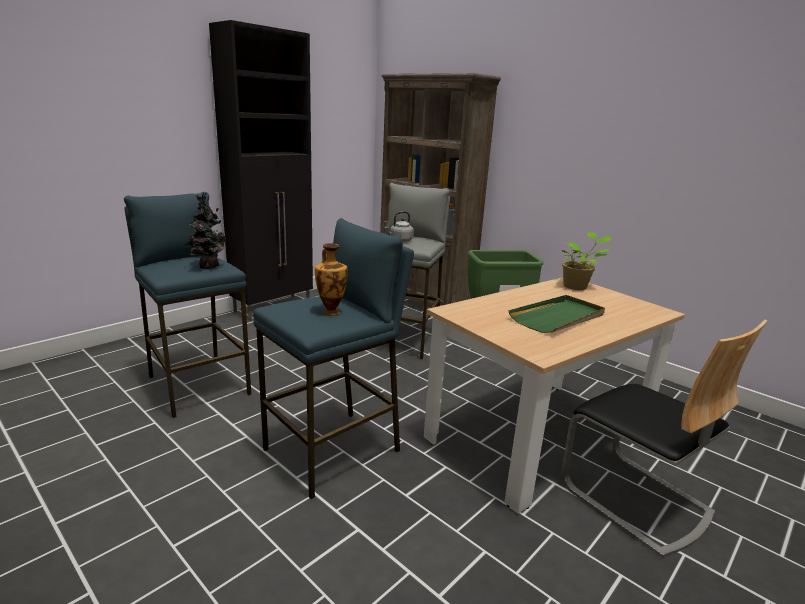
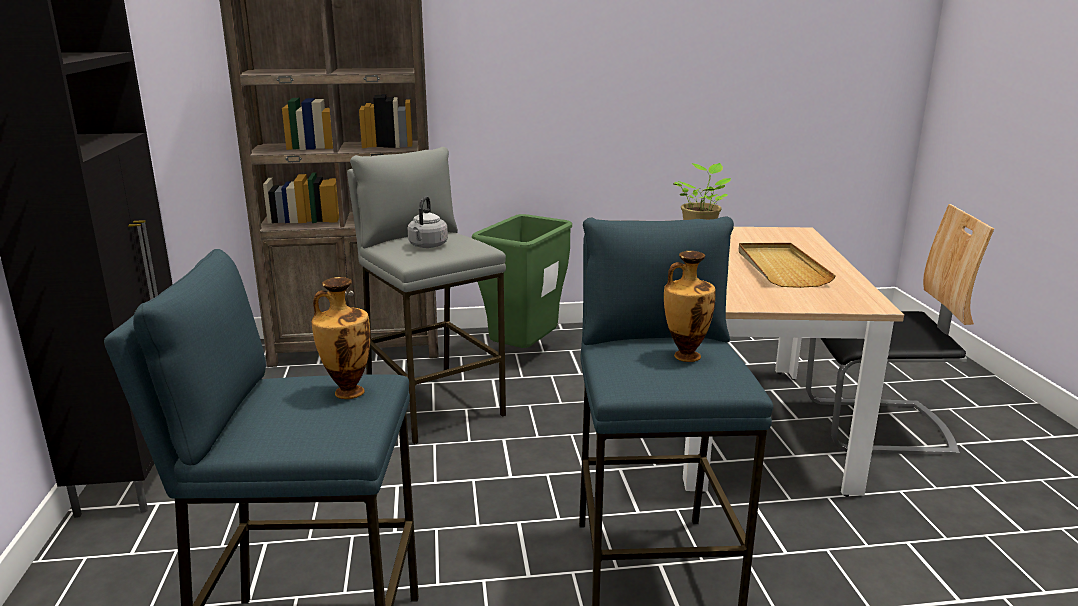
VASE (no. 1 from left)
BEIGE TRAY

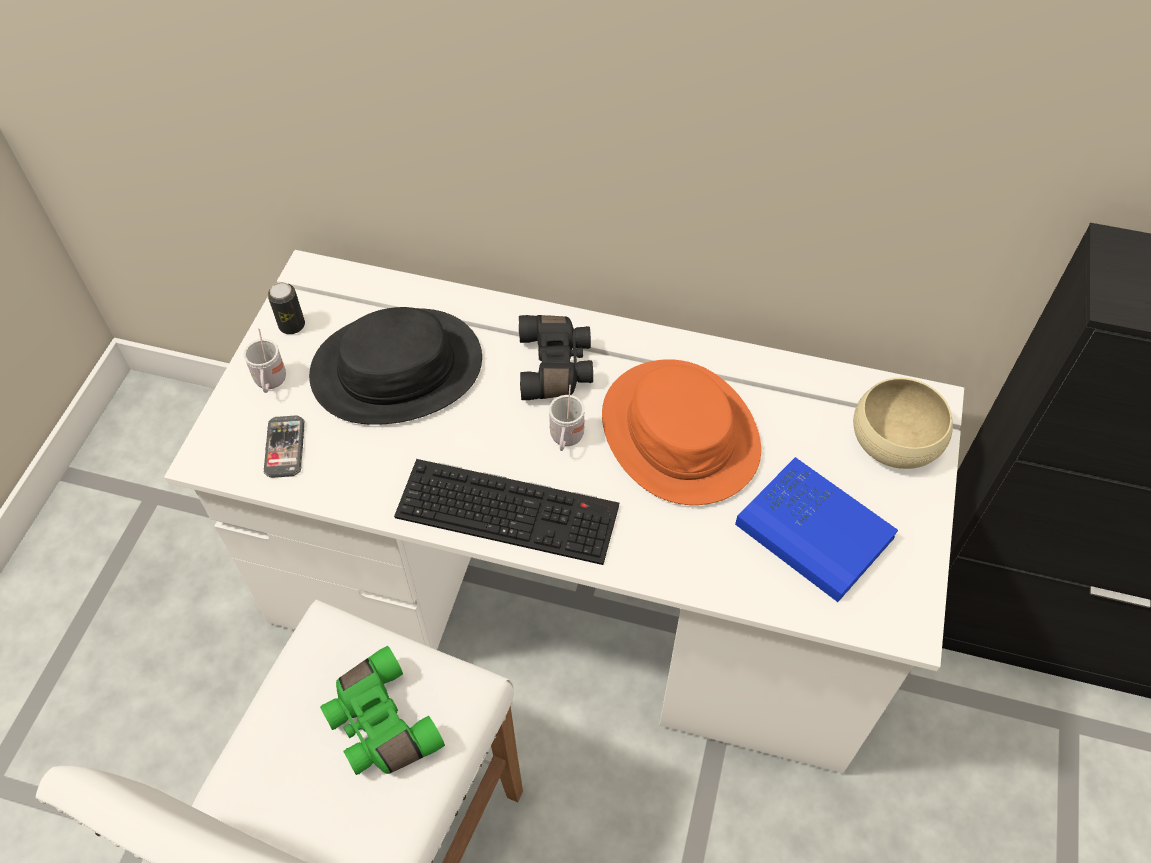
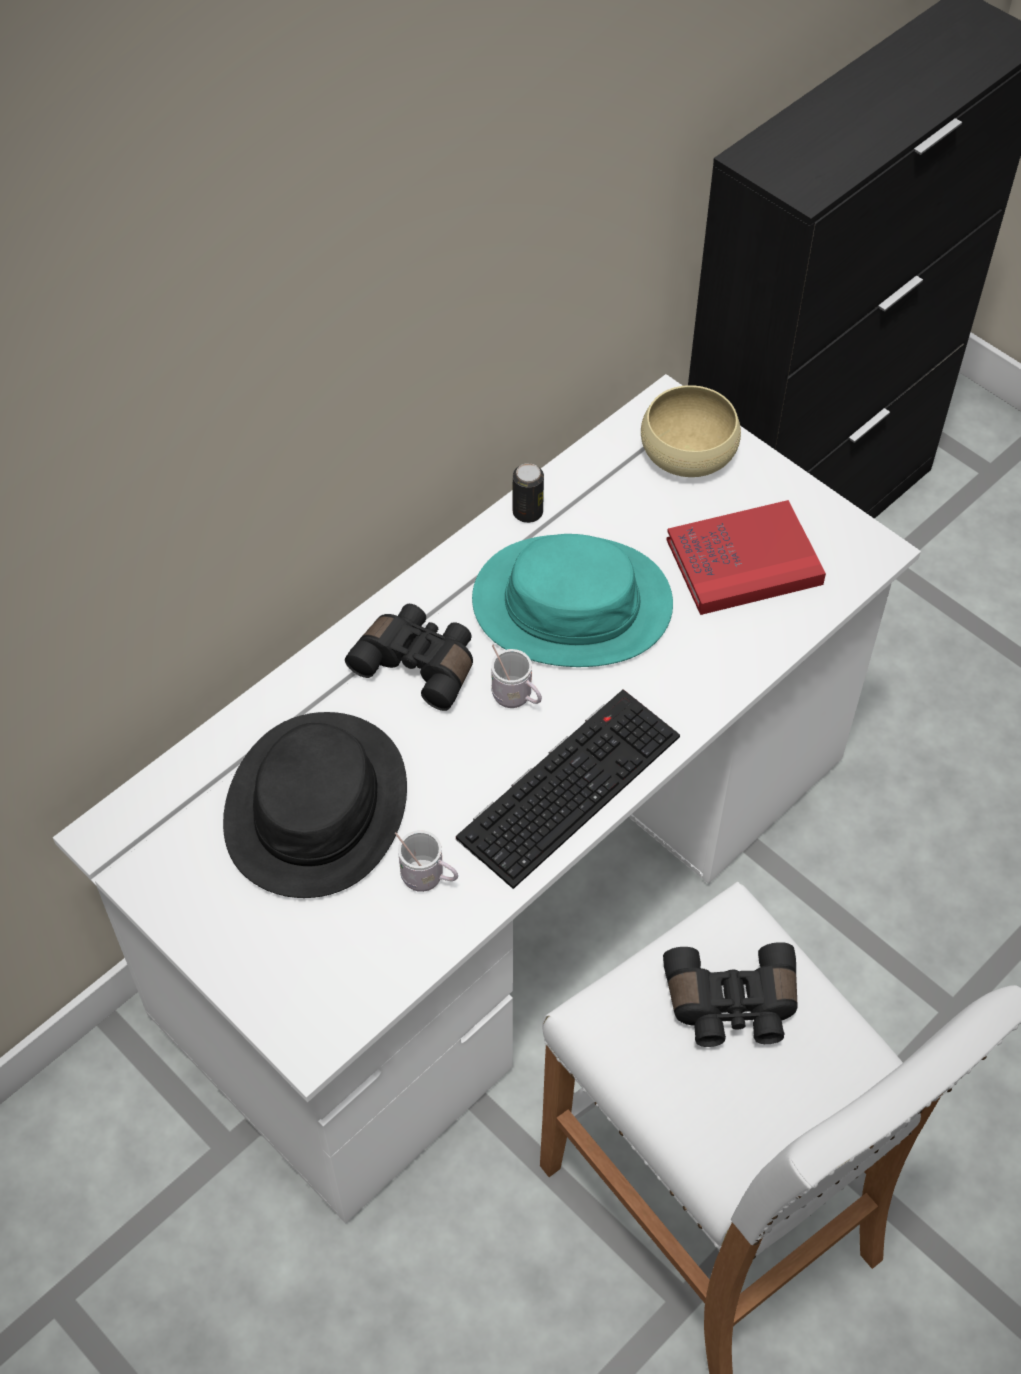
PHONE
WHITE MUG (no. 1 from left)
CAN
BLACK BINOCULARS (no. 2 from left)
TURQUOISE HAT
RED BOOK

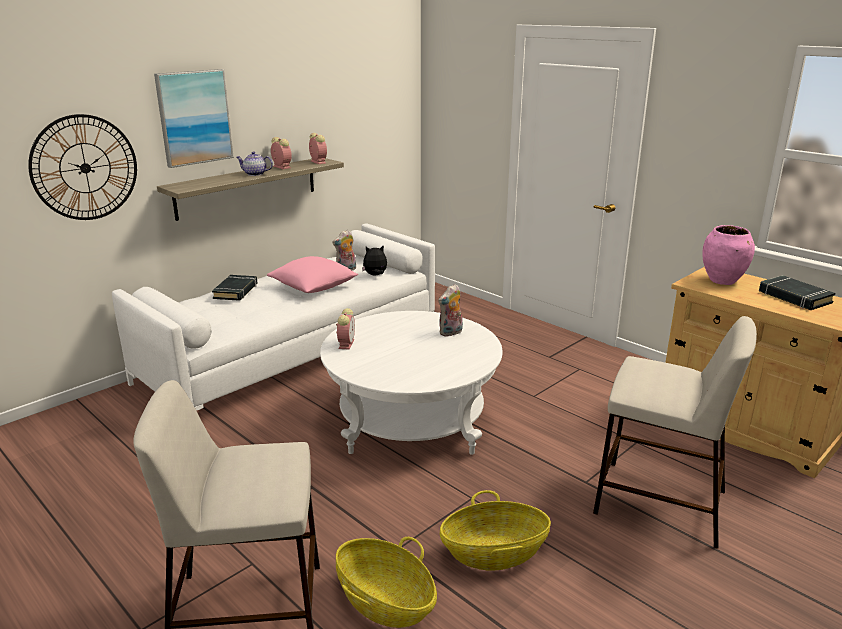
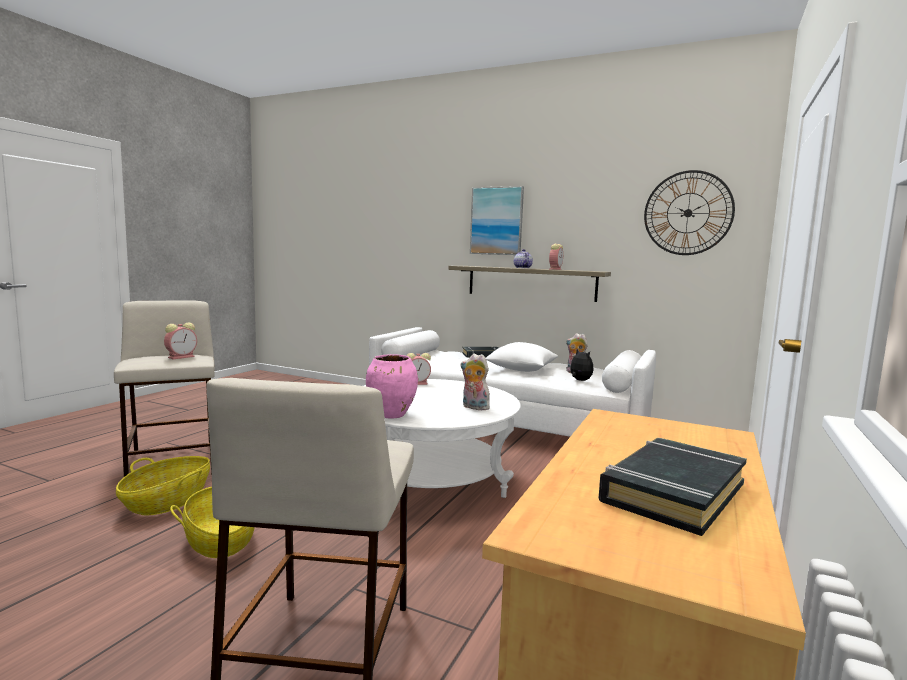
WALL CLOCK
ALARM CLOCK (no. 1 from left)
PINK VASE
WHITE PILLOW

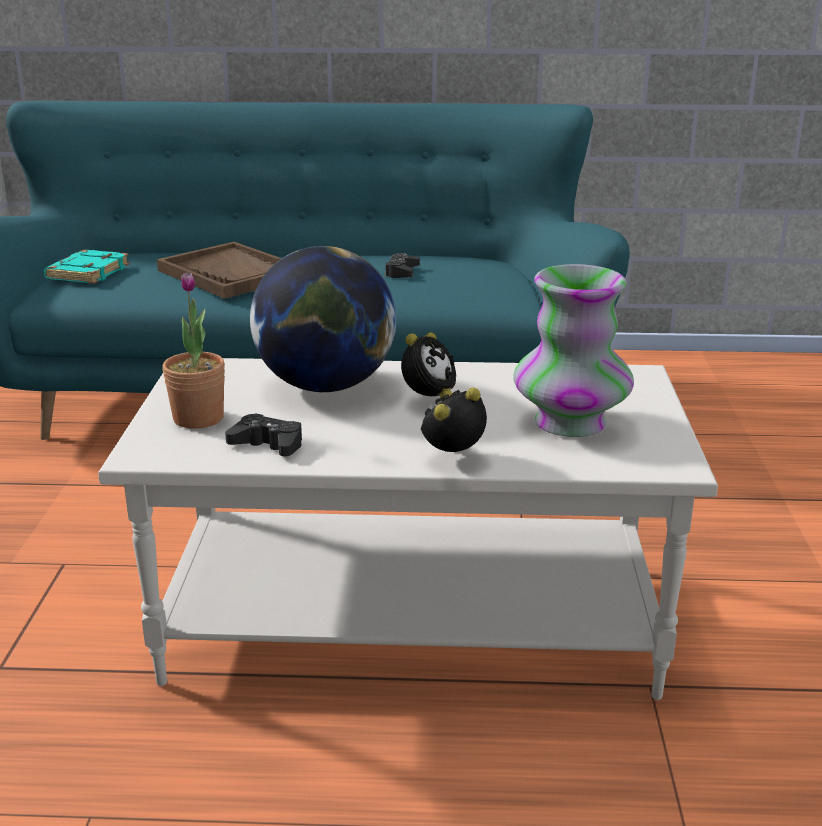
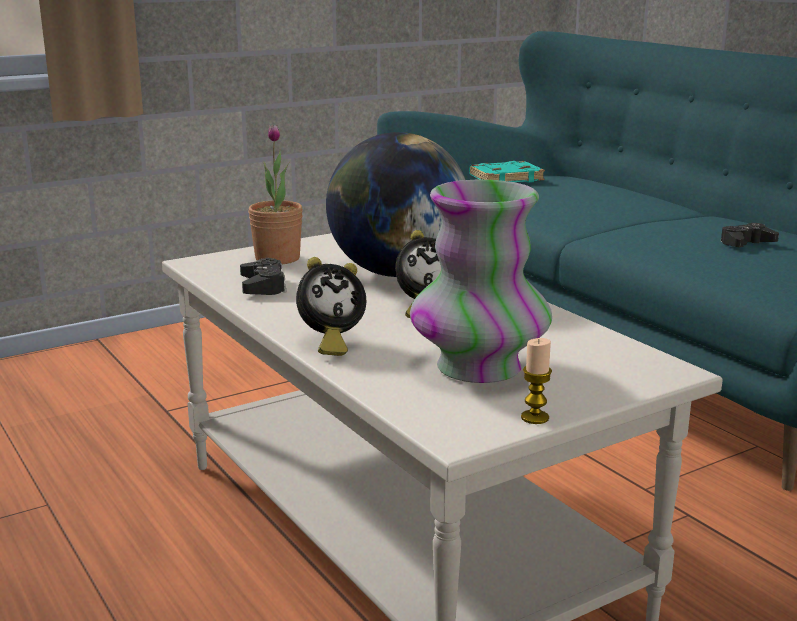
BROWN TRAY
CANDLE
ALARM CLOCK (no. 1 from left)

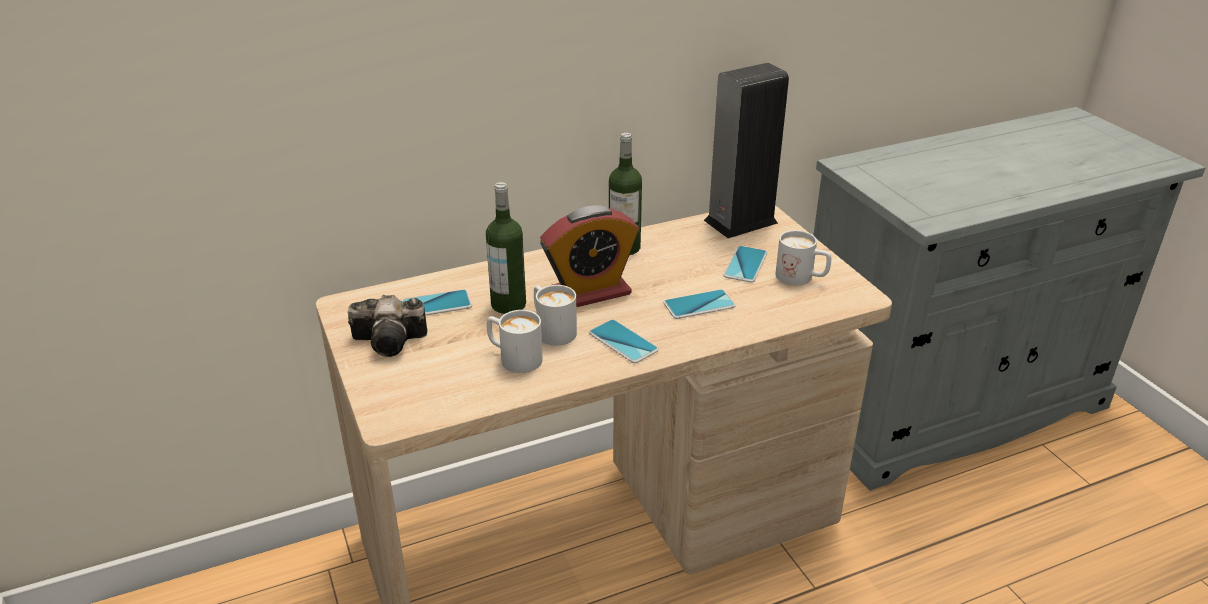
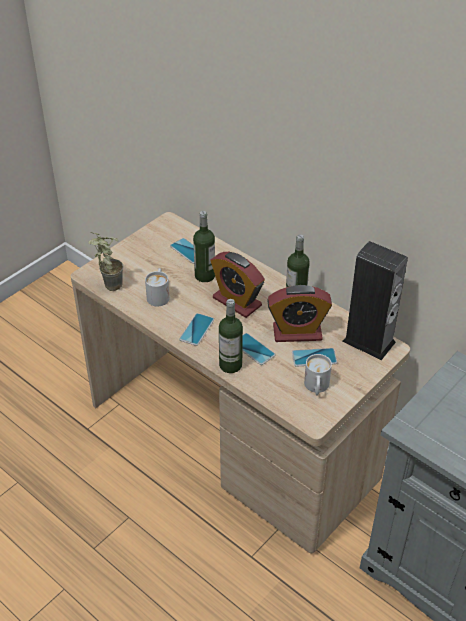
PHOTO CAMERA
WHITE MUG (no. 2 from left in the first image)
POTTED PLANT
BOTTLE (no. 2 from left)
ALARM CLOCK (no. 2 from left)

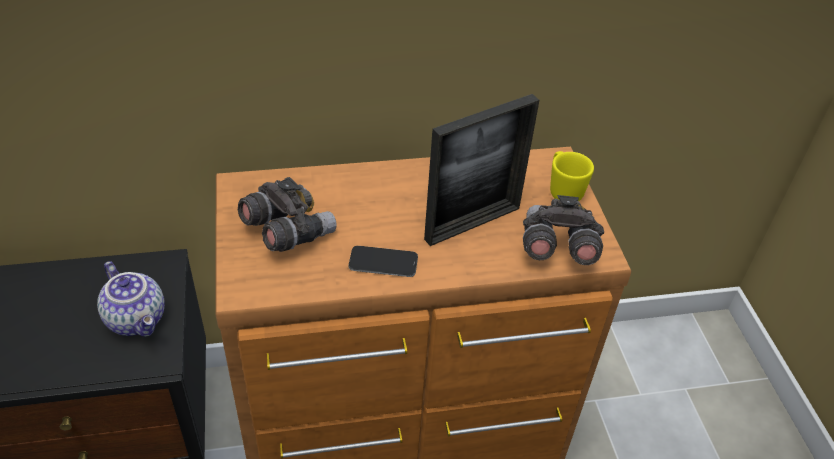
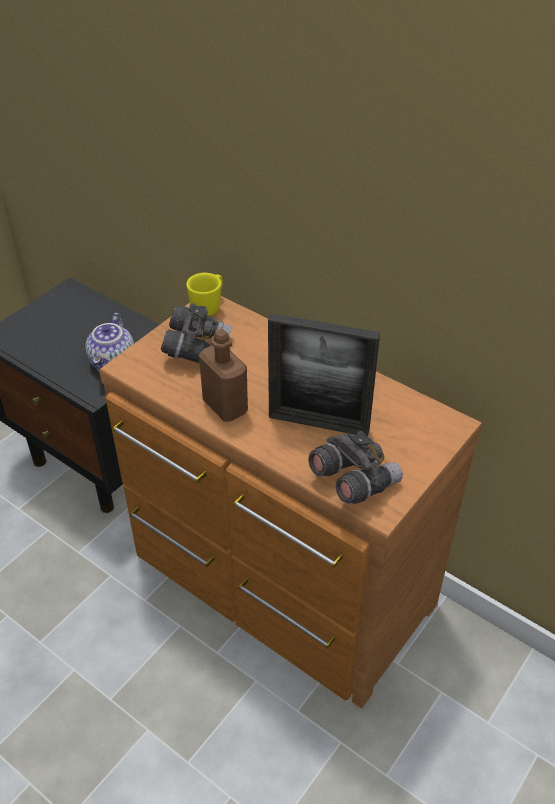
YELLOW MUG
BROWN BOTTLE

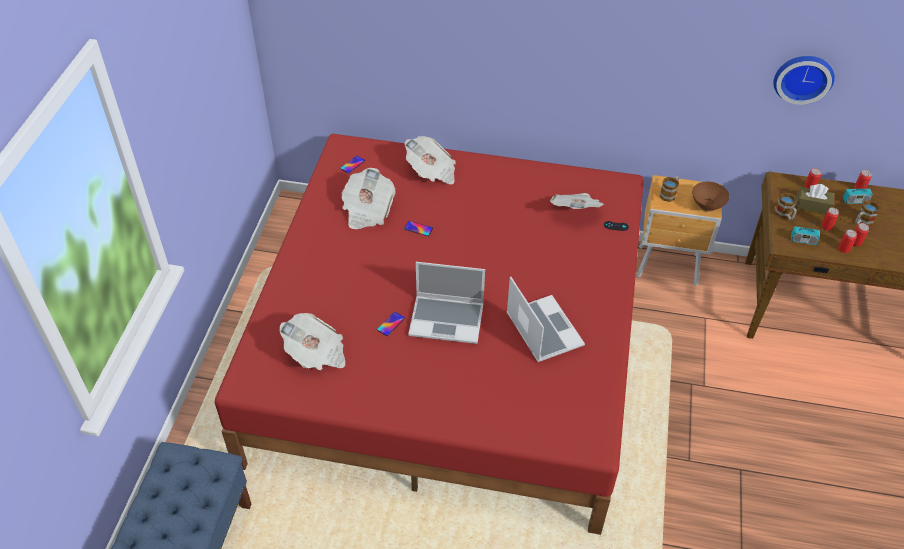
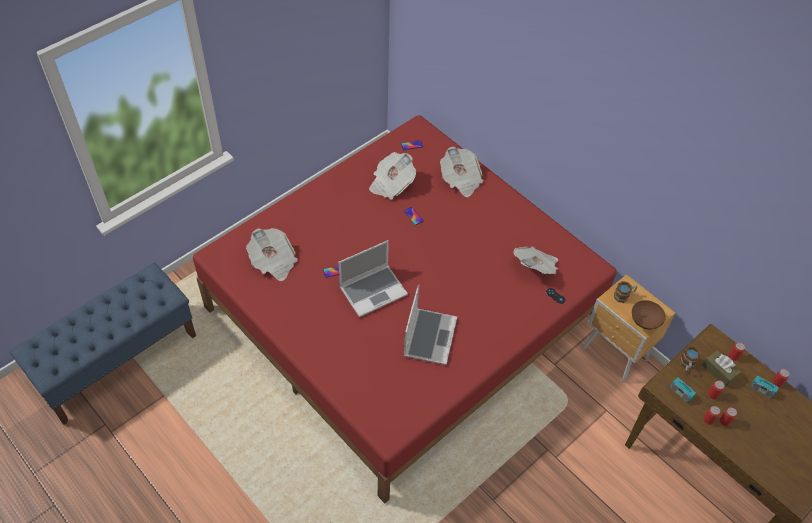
WALL CLOCK
MUG (no. 3 from left in the first image)
LAPTOP (no. 1 from left)

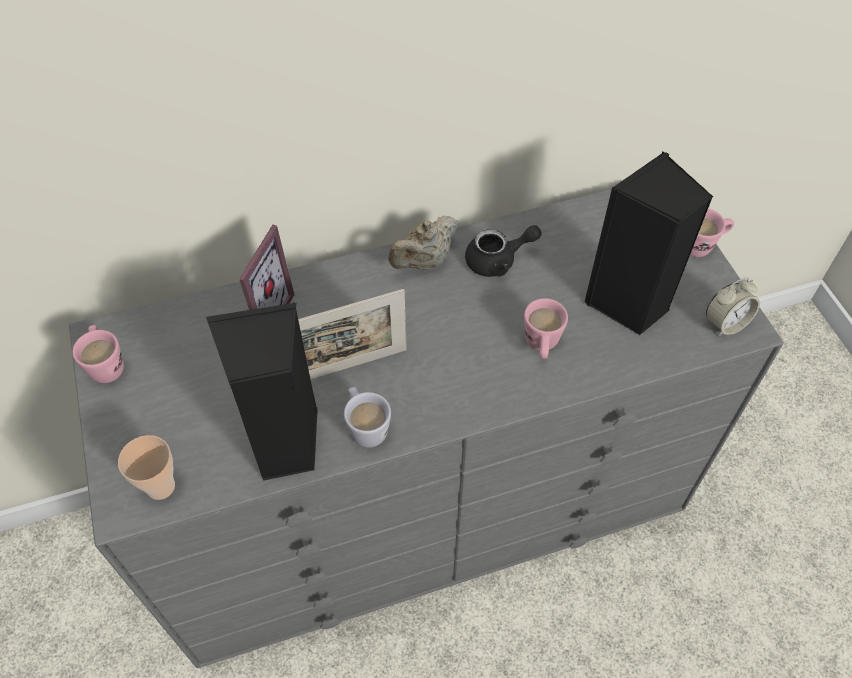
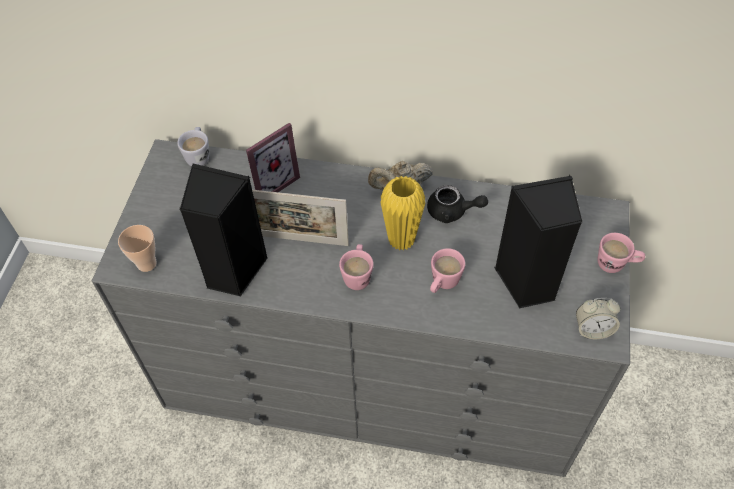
YELLOW VASE
PINK MUG (no. 1 from left)
WHITE MUG

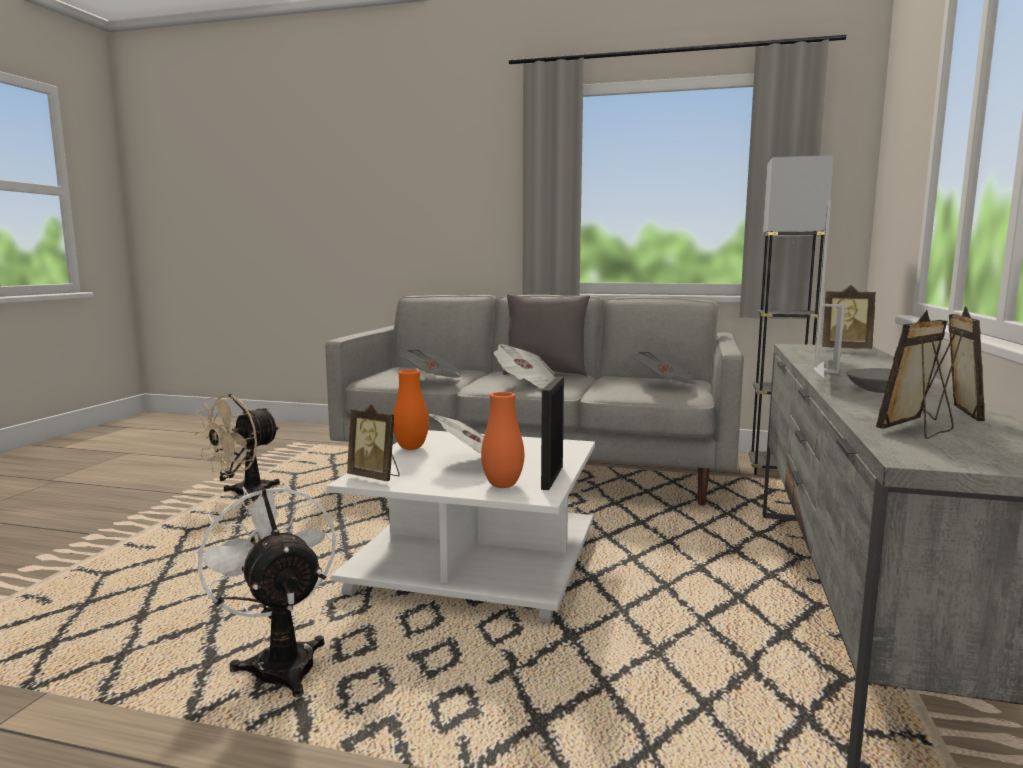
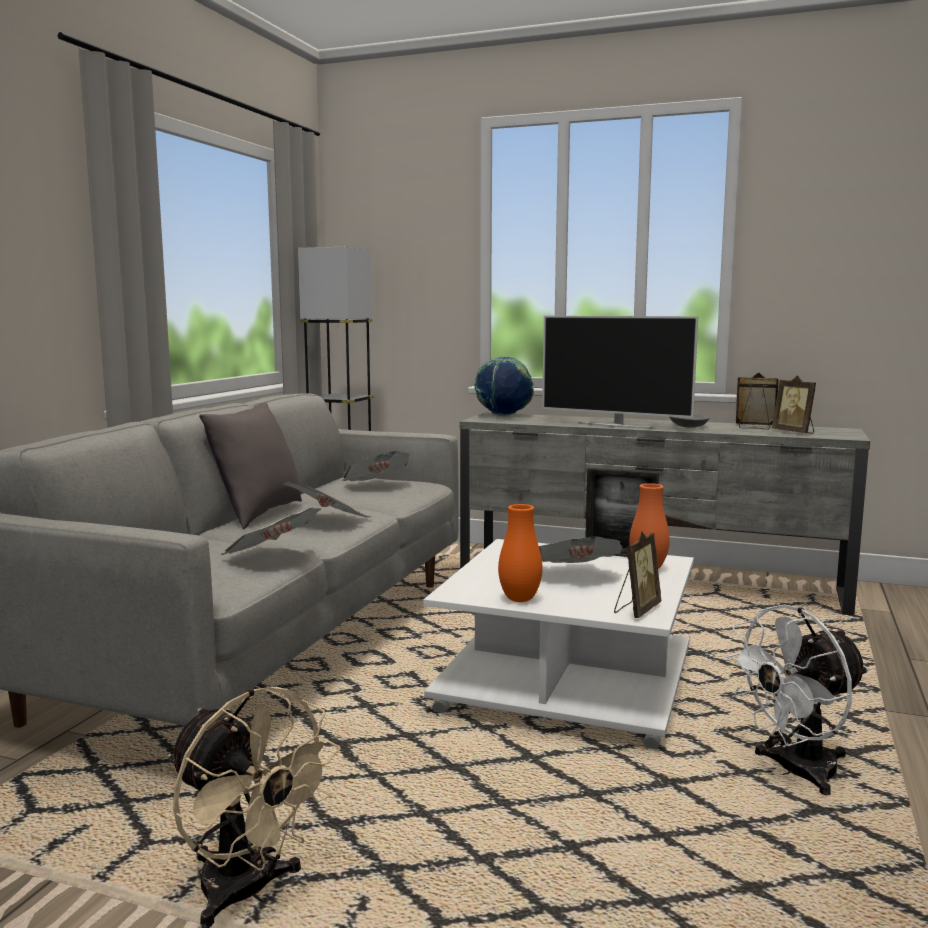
GLOBE

